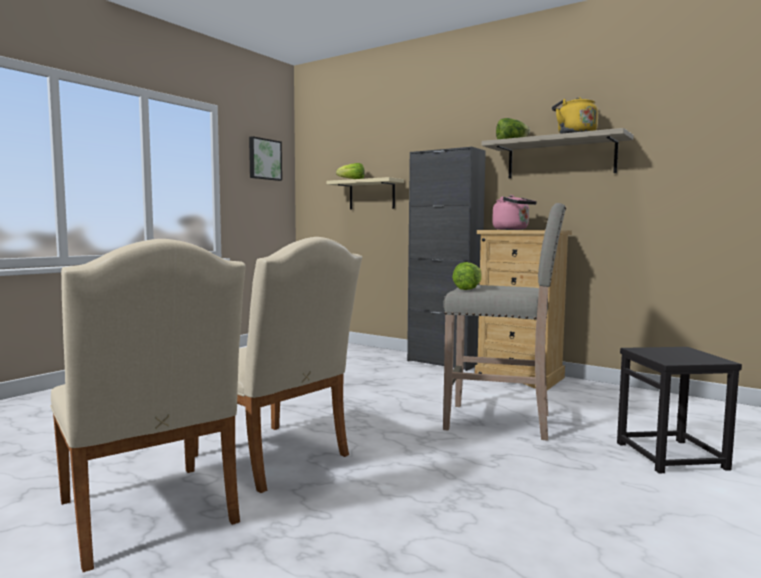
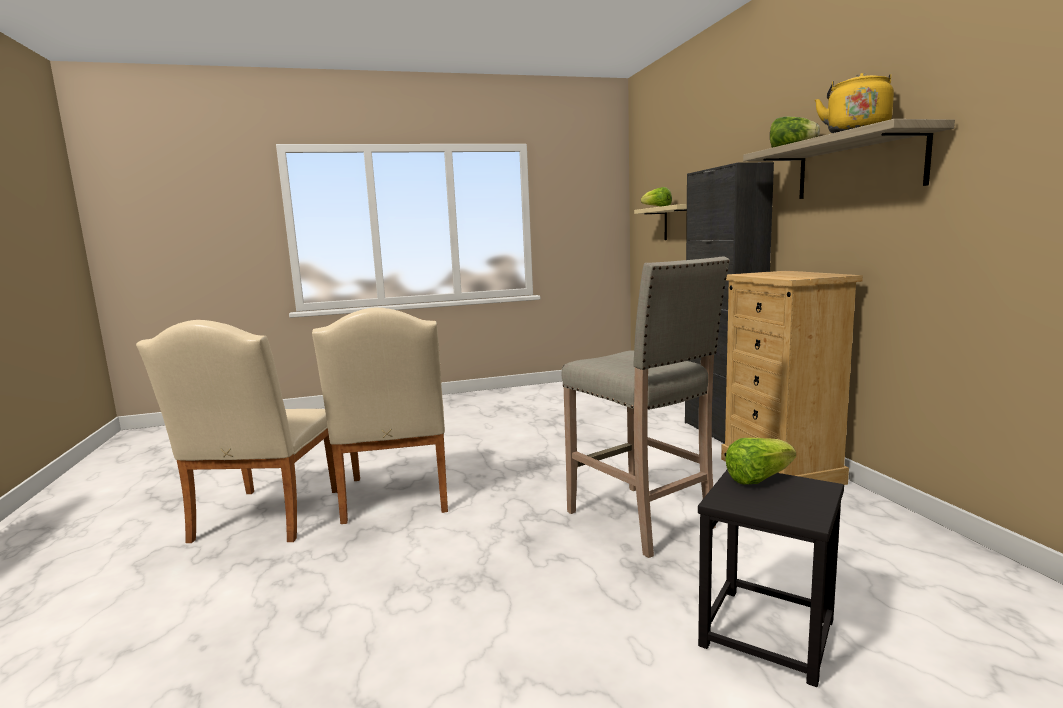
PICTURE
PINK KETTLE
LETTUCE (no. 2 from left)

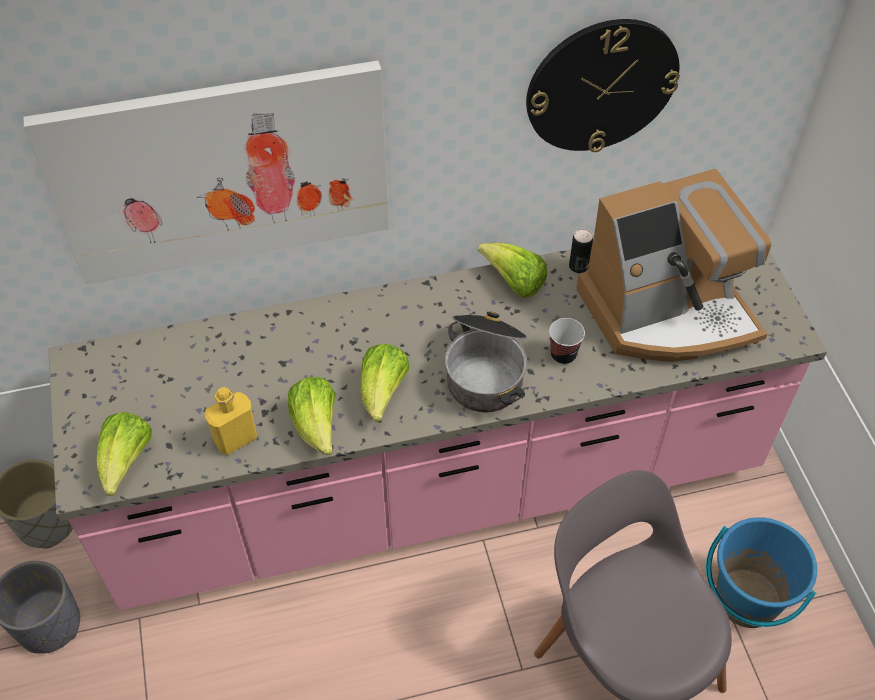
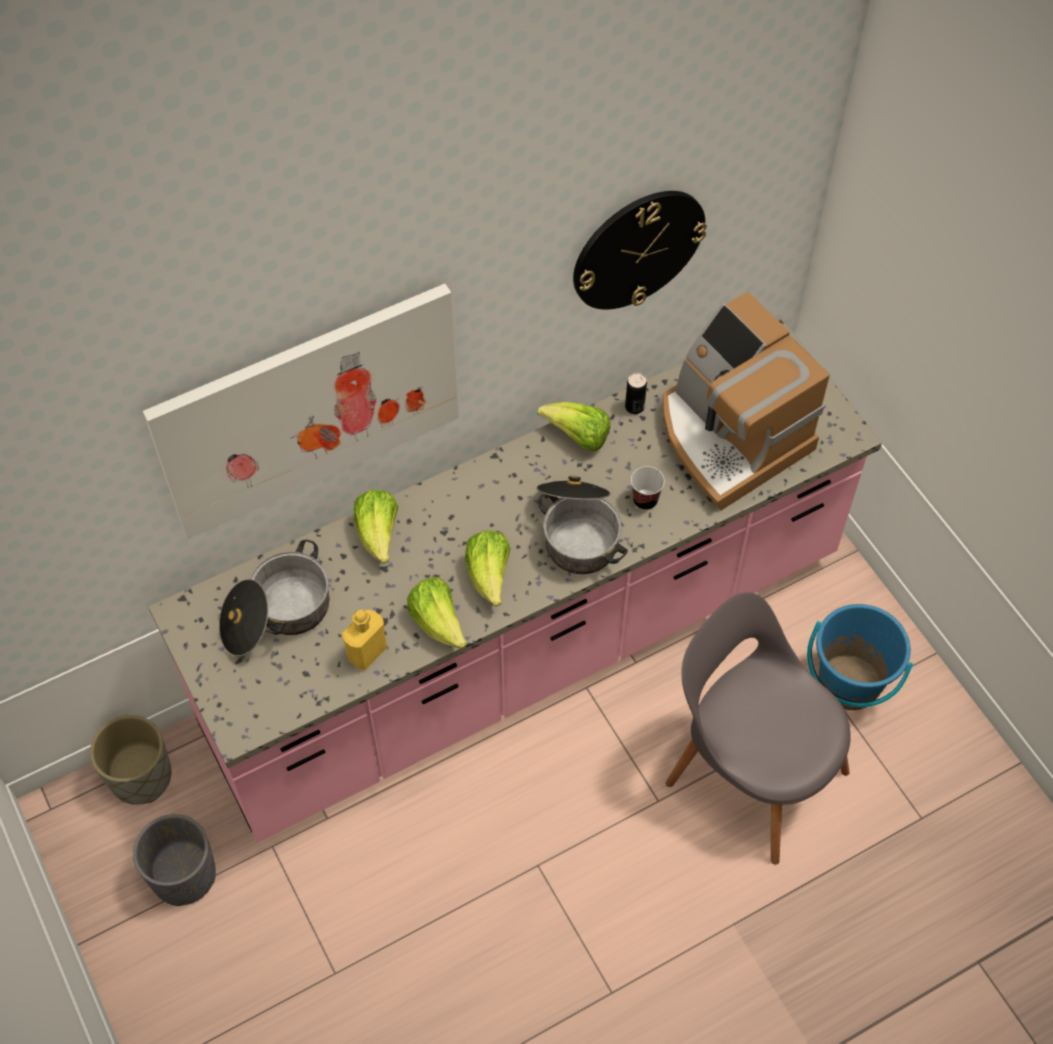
COOKING POT (no. 1 from left)
LETTUCE (no. 1 from left)
COFFEE MACHINE

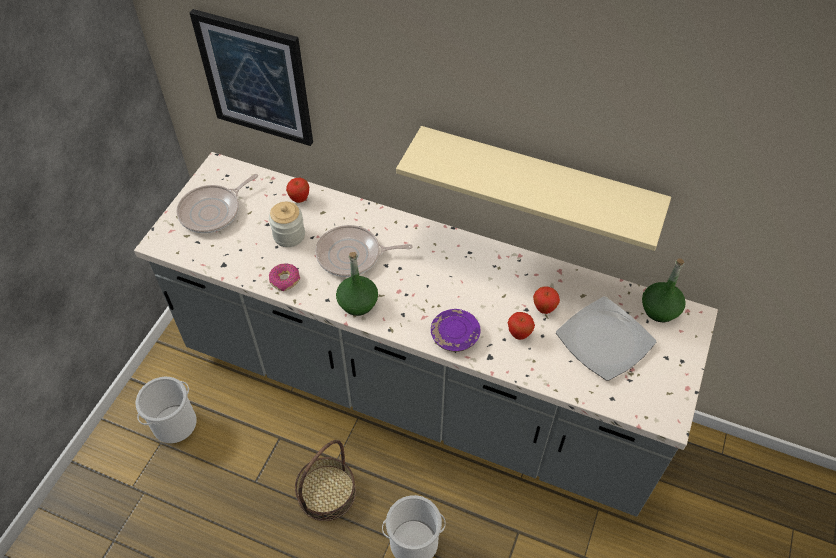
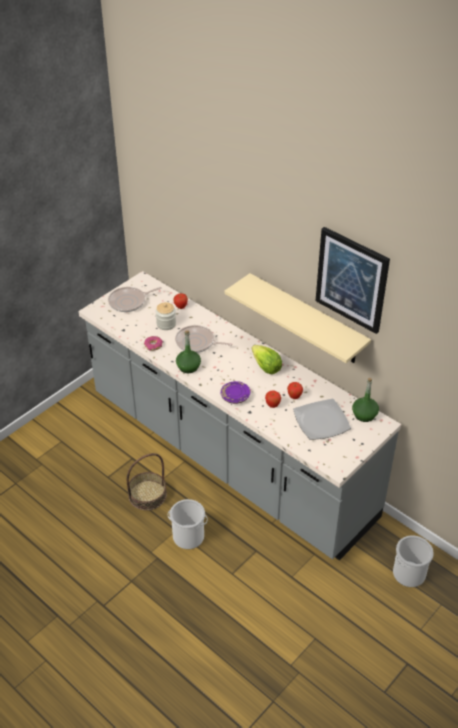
LETTUCE
BUCKET (no. 2 from left)
PICTURE

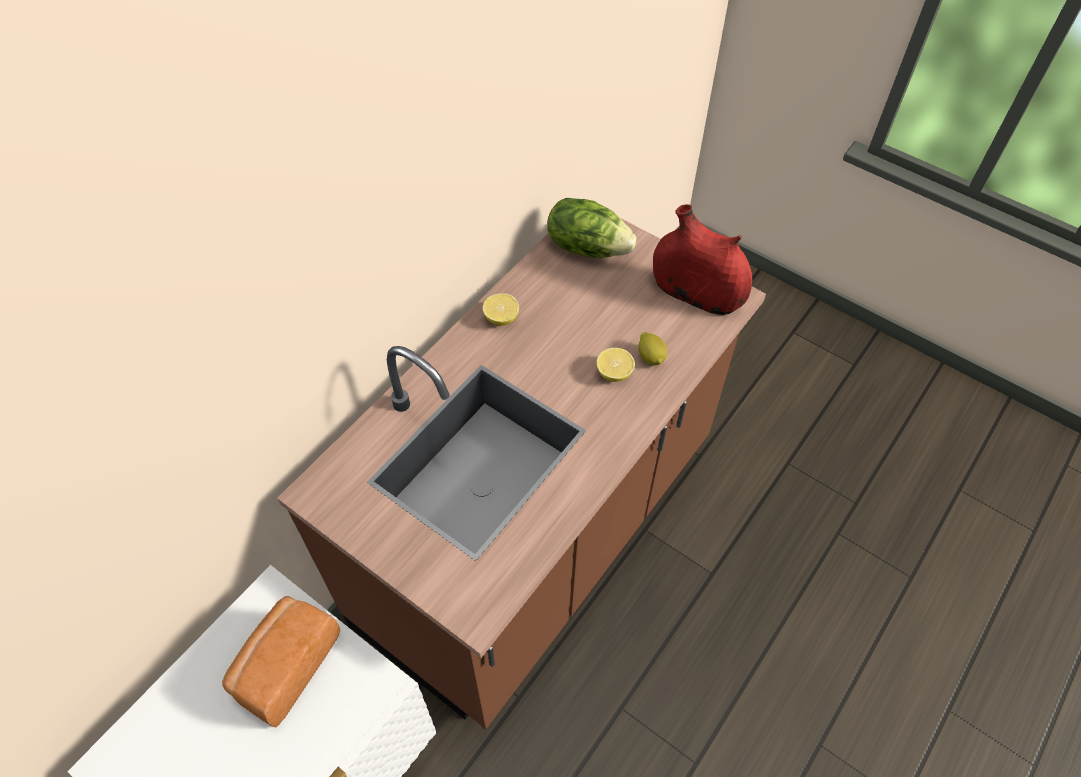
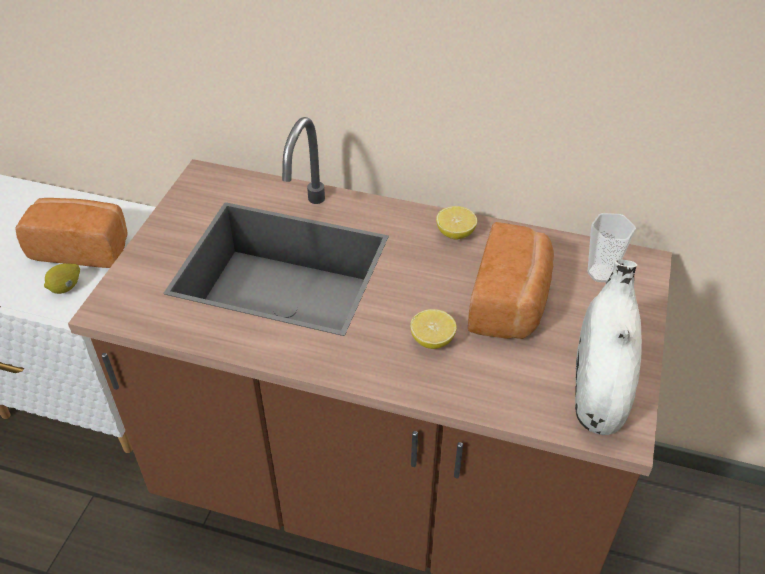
BREAD (no. 2 from left)
LEMON (no. 1 from left)
CUP
WHITE VASE

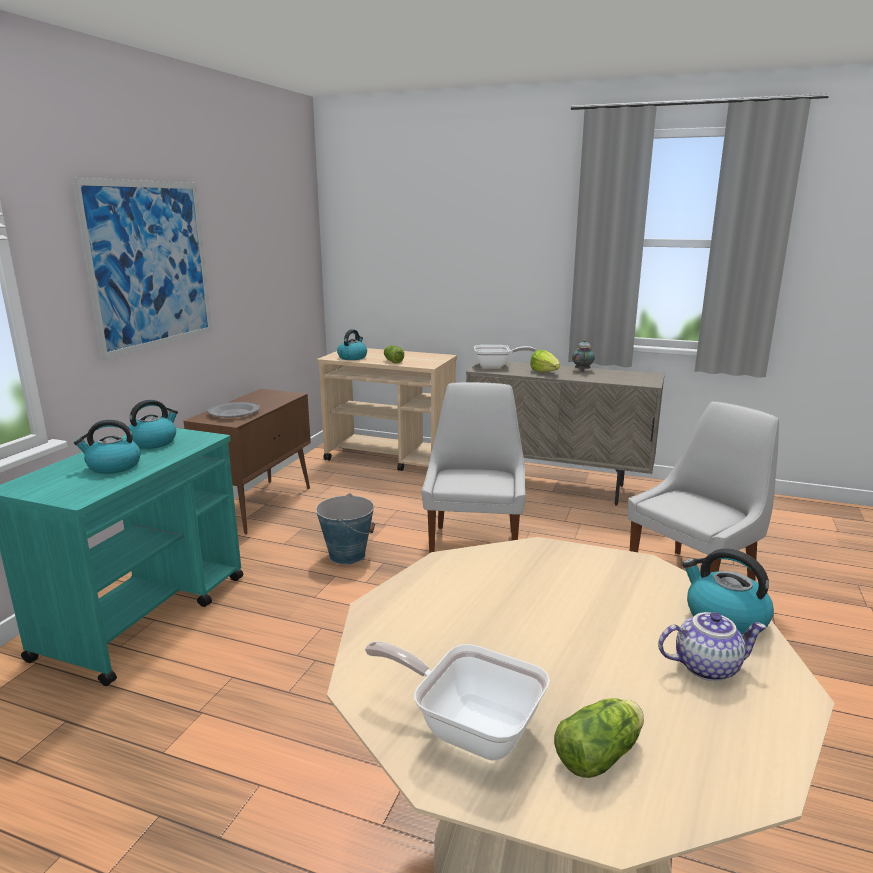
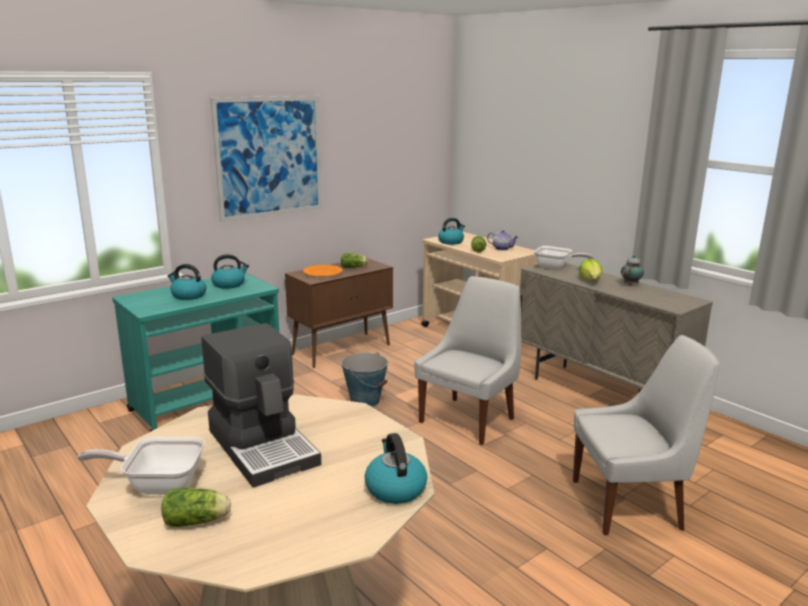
COFFEE MACHINE
LETTUCE (no. 2 from left)
TEAPOT (no. 1 from left)
ORANGE PLATE
FRYING PAN (no. 1 from left)

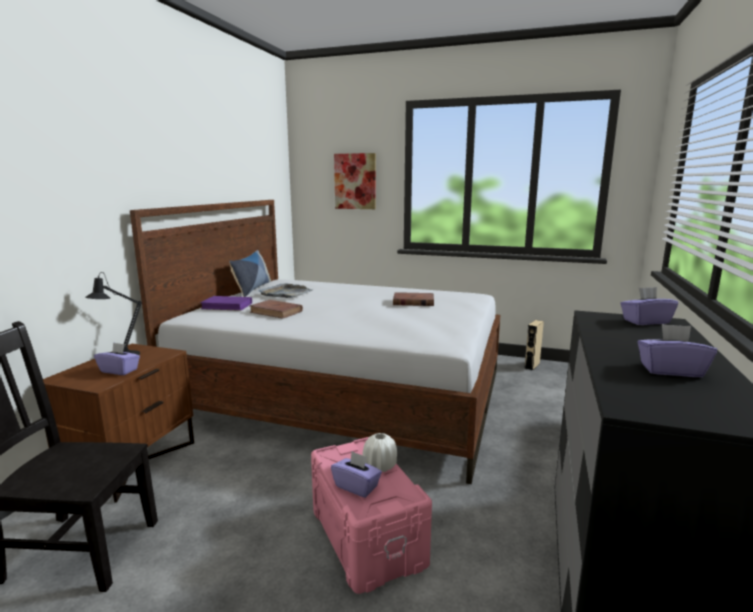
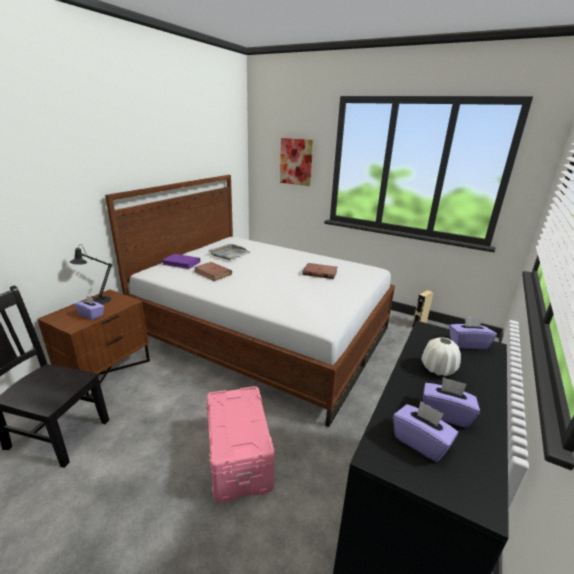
PILLOW
PURPLE TISSUE BOX (no. 2 from left)
WHITE VASE

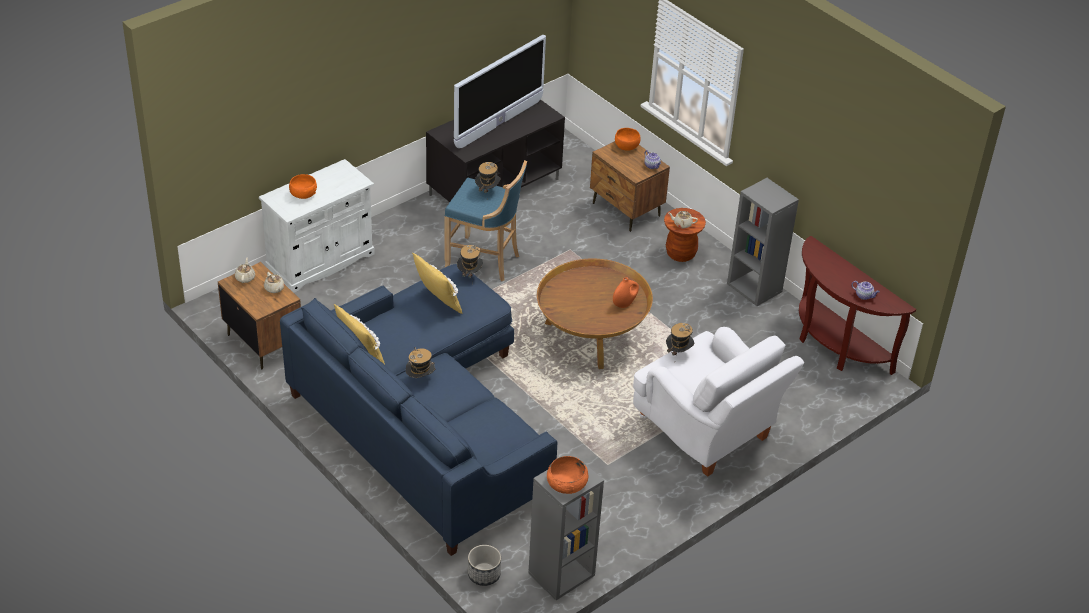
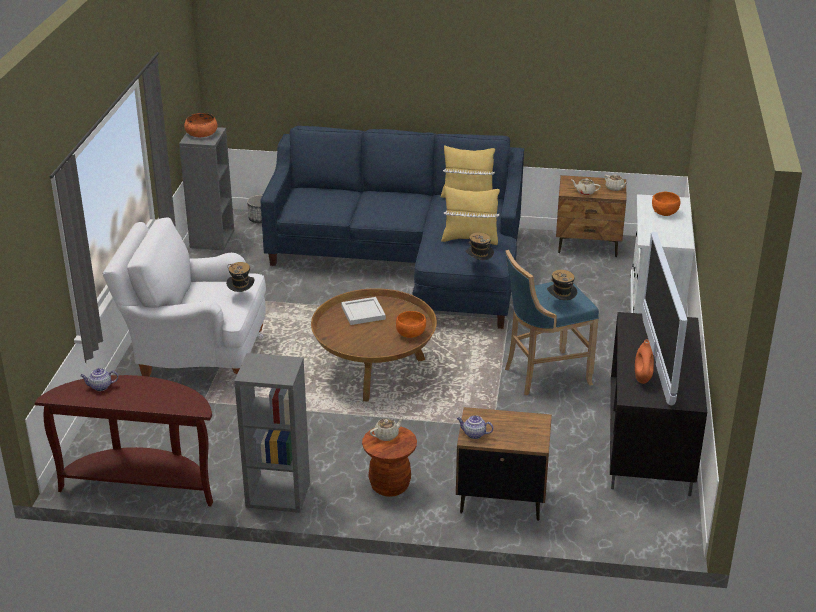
HAT (no. 1 from left in the first image)
WHITE TRAY
ORANGE VASE
ORANGE BOWL (no. 2 from left)

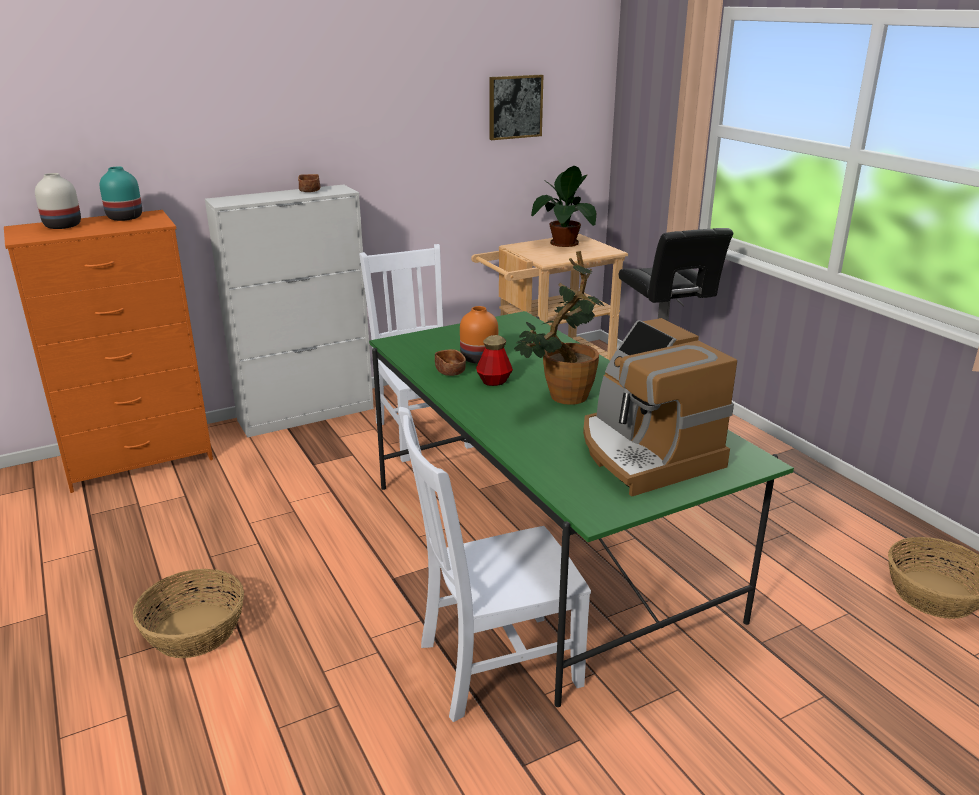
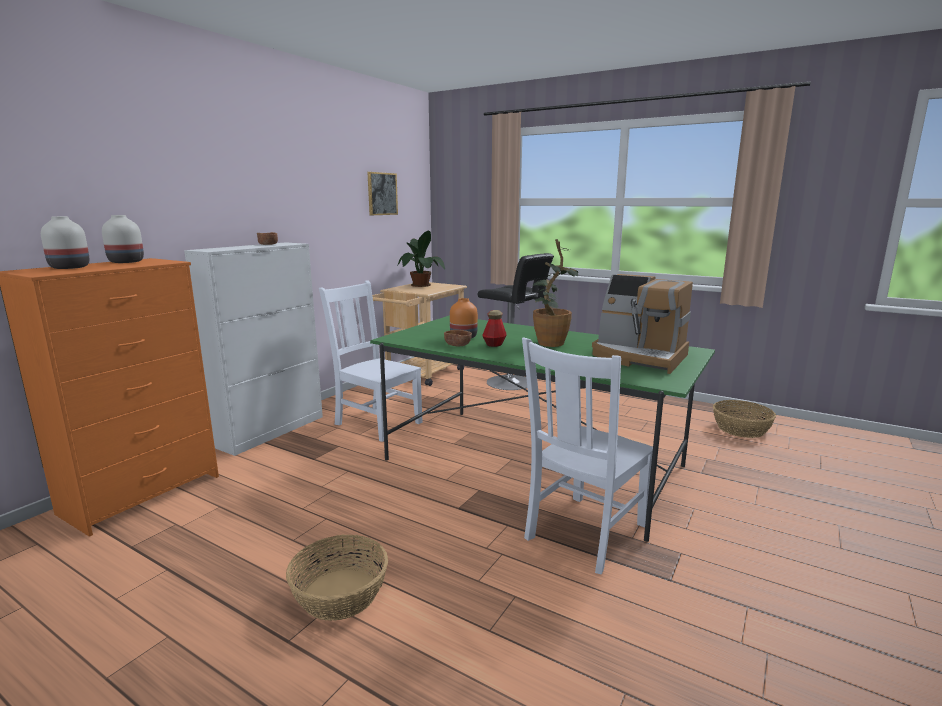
WHITE VASE (no. 2 from left)

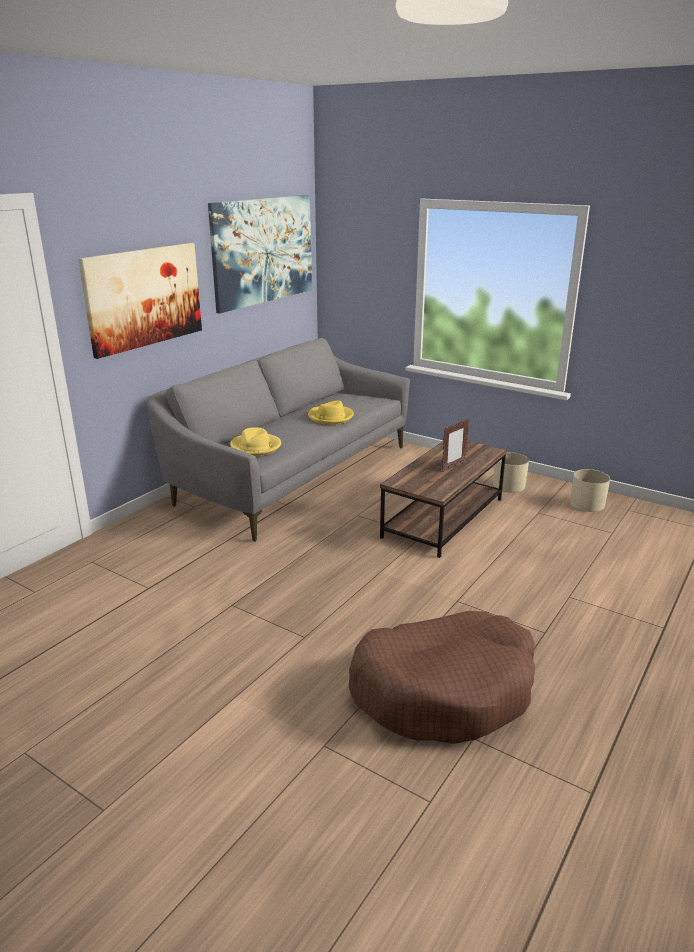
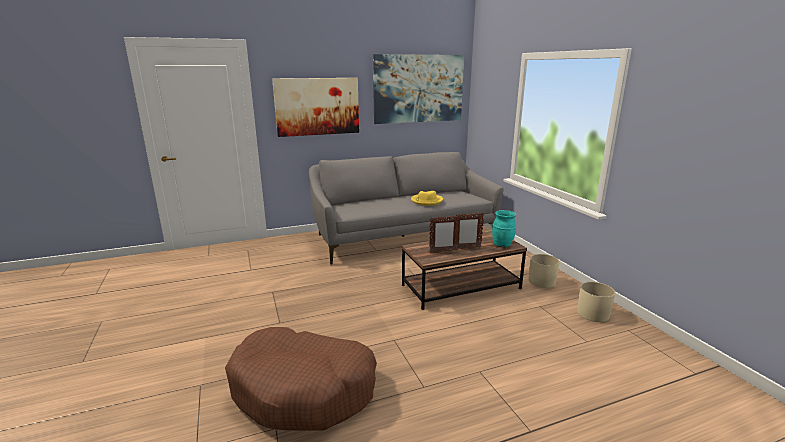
YELLOW HAT (no. 1 from left in the first image)
PICTURE FRAME (no. 1 from left)
TURQUOISE VASE

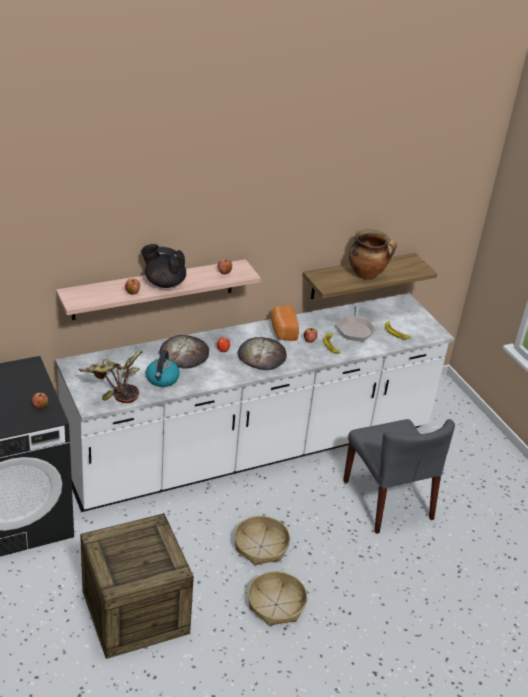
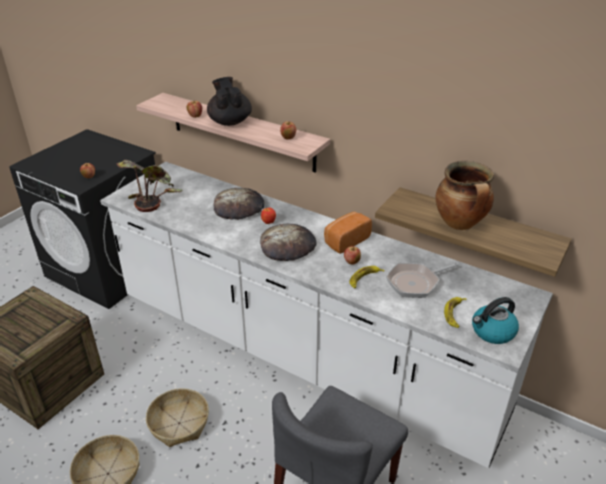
KETTLE

